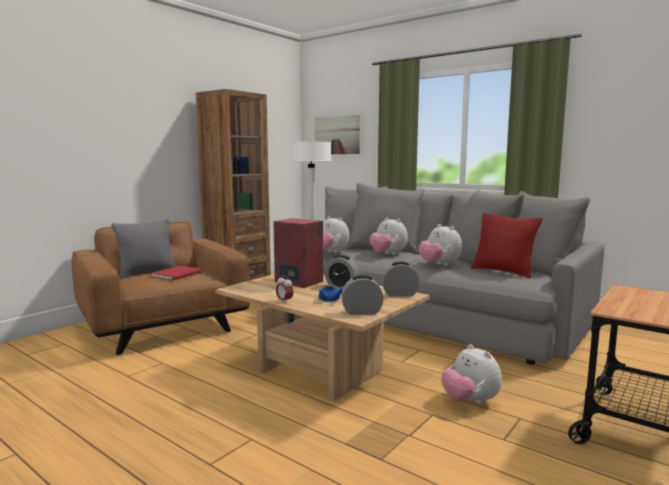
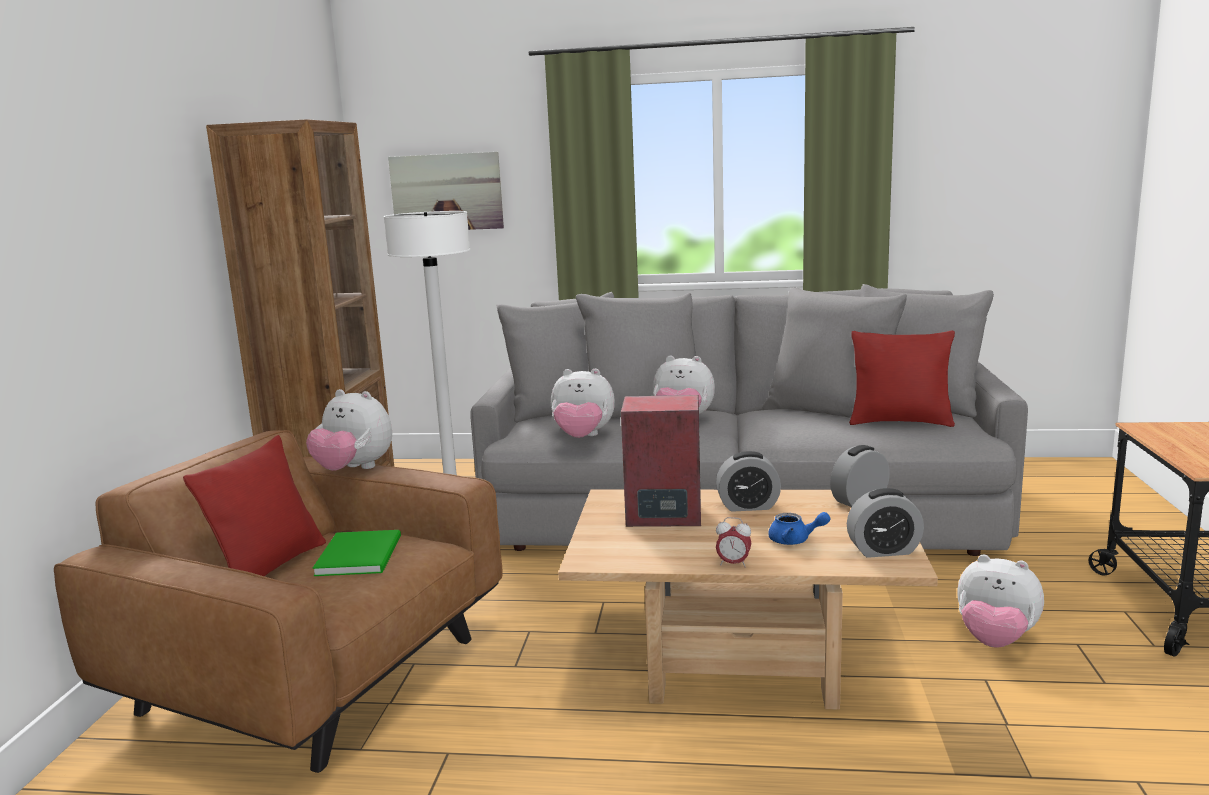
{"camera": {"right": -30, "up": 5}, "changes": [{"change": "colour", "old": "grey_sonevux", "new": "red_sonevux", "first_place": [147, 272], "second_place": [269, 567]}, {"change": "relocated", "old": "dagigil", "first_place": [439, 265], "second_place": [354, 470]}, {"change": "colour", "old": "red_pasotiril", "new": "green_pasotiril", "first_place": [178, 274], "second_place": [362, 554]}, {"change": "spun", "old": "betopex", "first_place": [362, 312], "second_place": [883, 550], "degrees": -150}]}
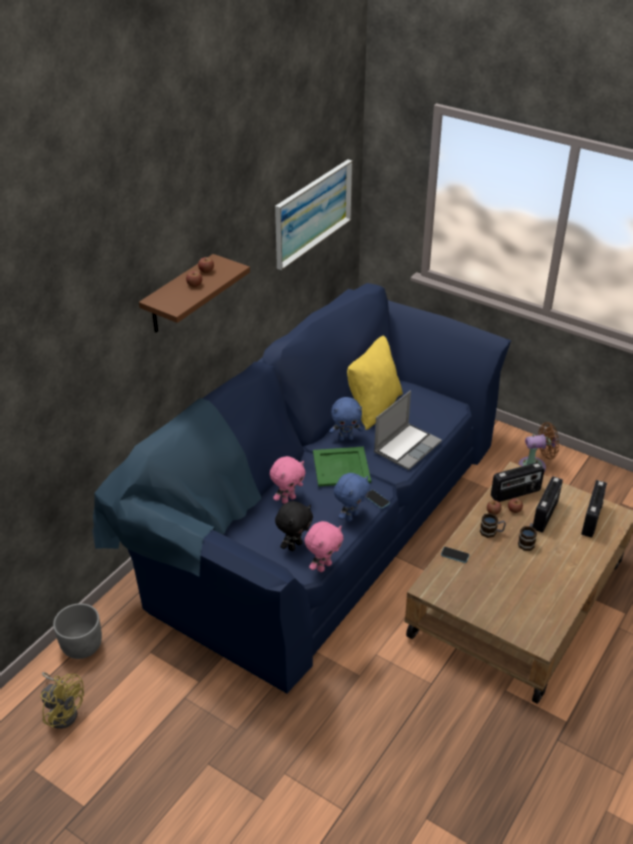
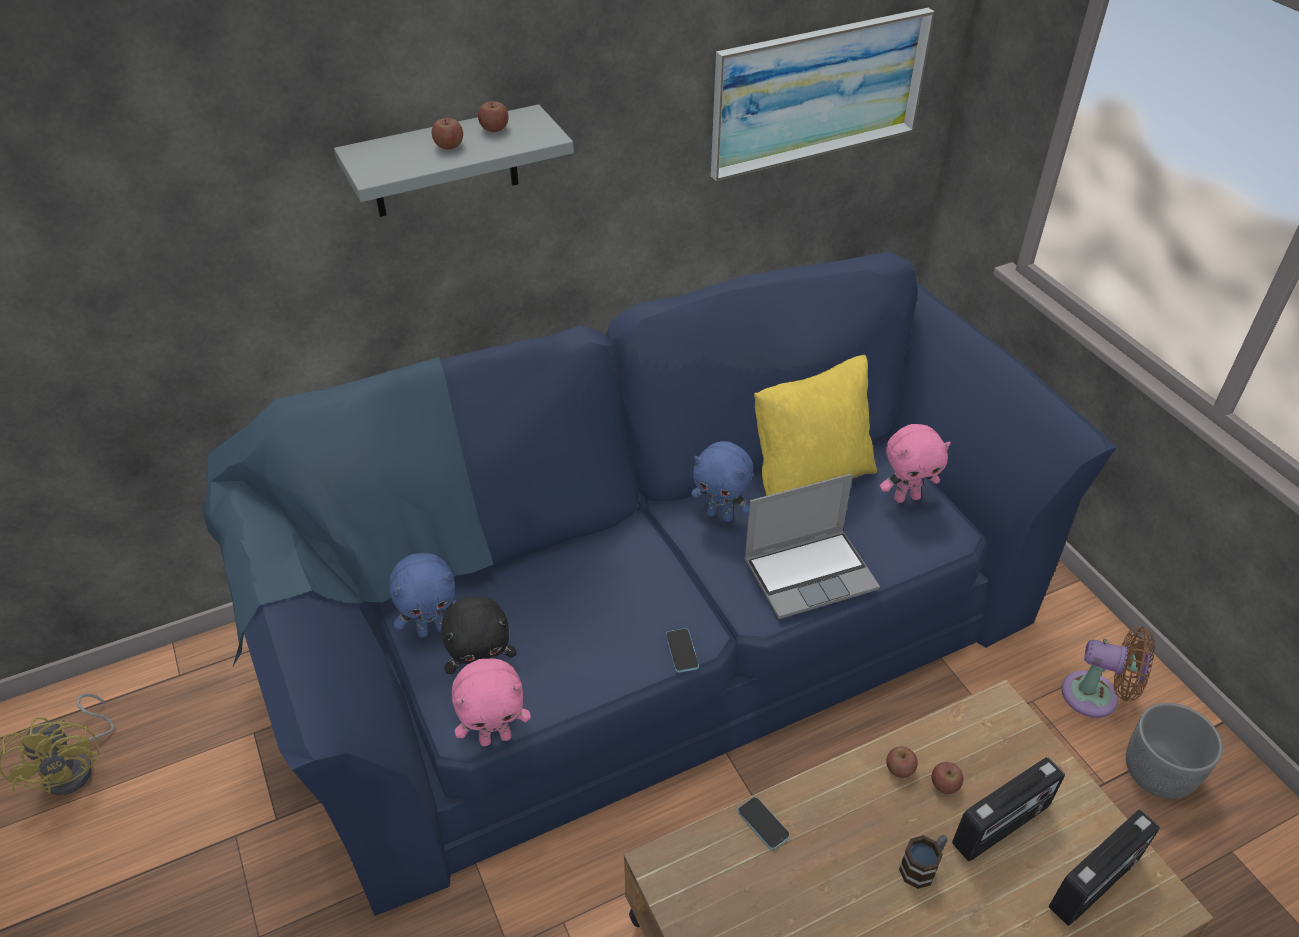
{"camera": {"right": 30, "up": 5}, "changes": [{"change": "colour", "old": "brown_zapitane", "new": "grey_zapitane", "first_place": [179, 295], "second_place": [444, 162]}, {"change": "missing", "old": "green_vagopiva", "first_place": [341, 467]}, {"change": "relocated", "old": "pink_dagigil", "first_place": [288, 499], "second_place": [906, 497]}, {"change": "missing", "old": "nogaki", "first_place": [515, 494]}, {"change": "relocated", "old": "blue_dagigil", "first_place": [351, 516], "second_place": [432, 629]}, {"change": "missing", "old": "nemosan", "first_place": [491, 532]}, {"change": "relocated", "old": "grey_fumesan", "first_place": [82, 645], "second_place": [1158, 772]}]}
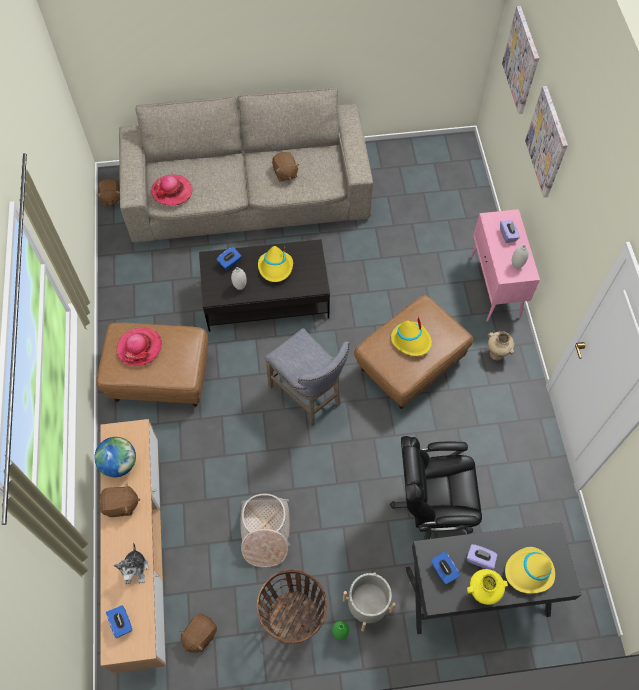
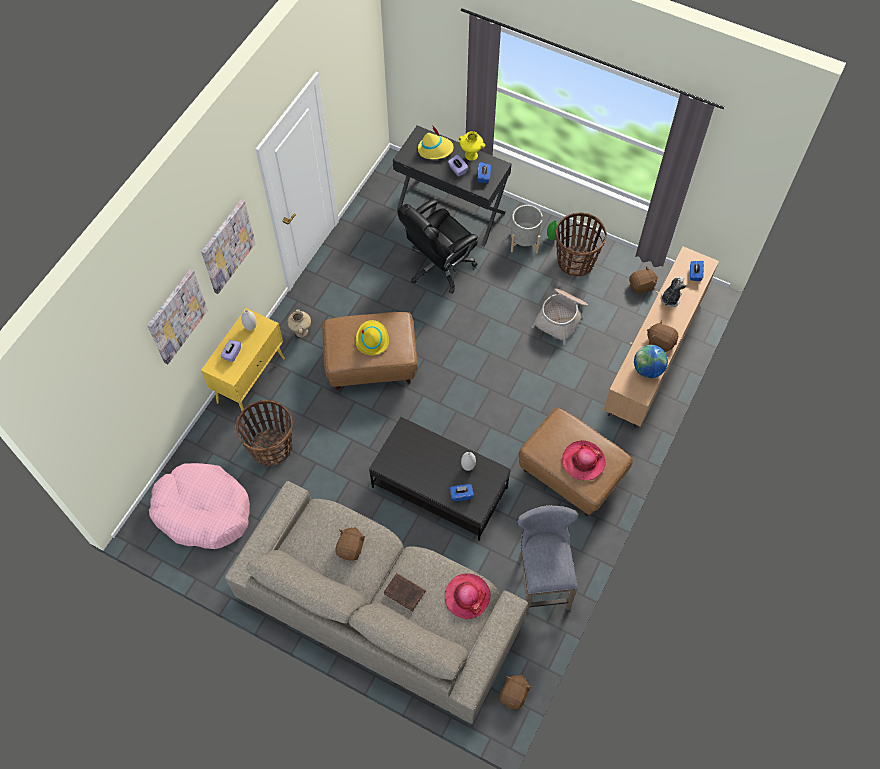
{"camera": {"right": -145, "up": 0}, "changes": [{"change": "relocated", "old": "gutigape", "first_place": [521, 60], "second_place": [227, 246]}, {"change": "colour", "old": "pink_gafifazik", "new": "yellow_gafifazik", "first_place": [495, 287], "second_place": [251, 380]}, {"change": "missing", "old": "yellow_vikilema", "first_place": [275, 268]}, {"change": "relocated", "old": "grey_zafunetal", "first_place": [308, 396], "second_place": [541, 577]}, {"change": "spun", "old": "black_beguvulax", "first_place": [432, 508], "second_place": [439, 266], "degrees": 105}, {"change": "appeared", "new": "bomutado", "second_place": [271, 447]}, {"change": "appeared", "new": "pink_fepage", "second_place": [203, 511]}, {"change": "appeared", "new": "brown_pasotiril", "second_place": [405, 593]}]}
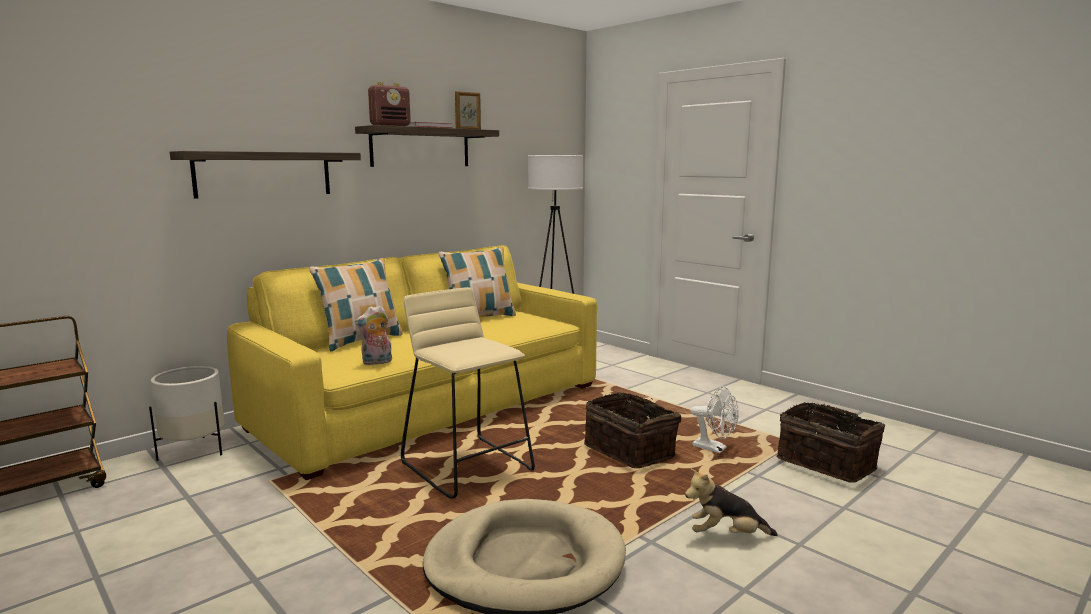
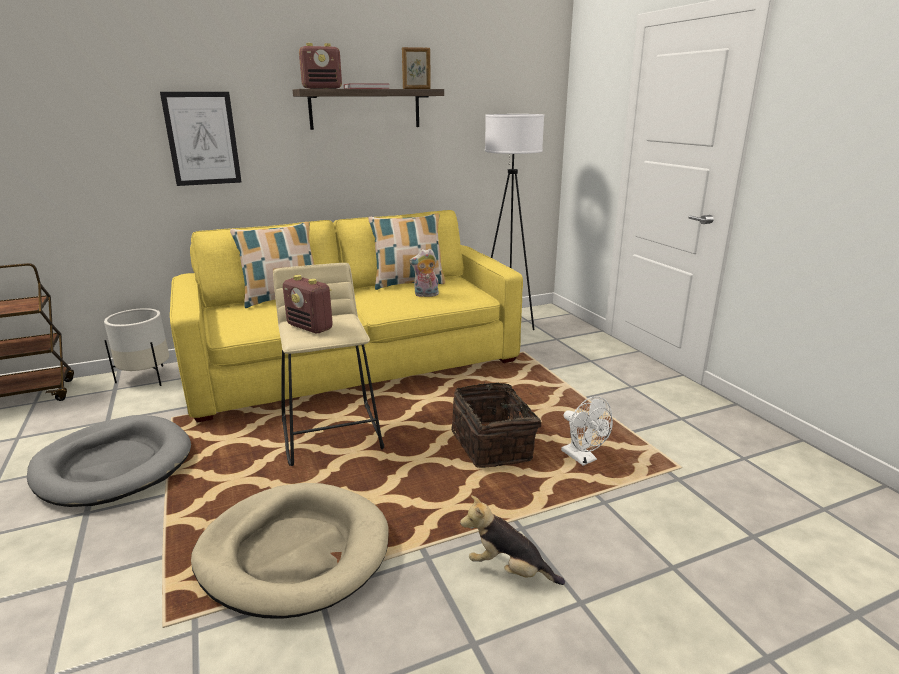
{"camera": {"right": 20, "up": 10}, "changes": [{"change": "exchanged", "old": "zapitane", "new": "gutigape", "first_place": [264, 174], "second_place": [202, 139]}, {"change": "relocated", "old": "dagigil", "first_place": [376, 362], "second_place": [426, 295]}, {"change": "missing", "old": "bomutado", "first_place": [827, 463]}, {"change": "appeared", "new": "nogaki", "second_place": [310, 327]}, {"change": "appeared", "new": "grey_fepage", "second_place": [114, 465]}]}
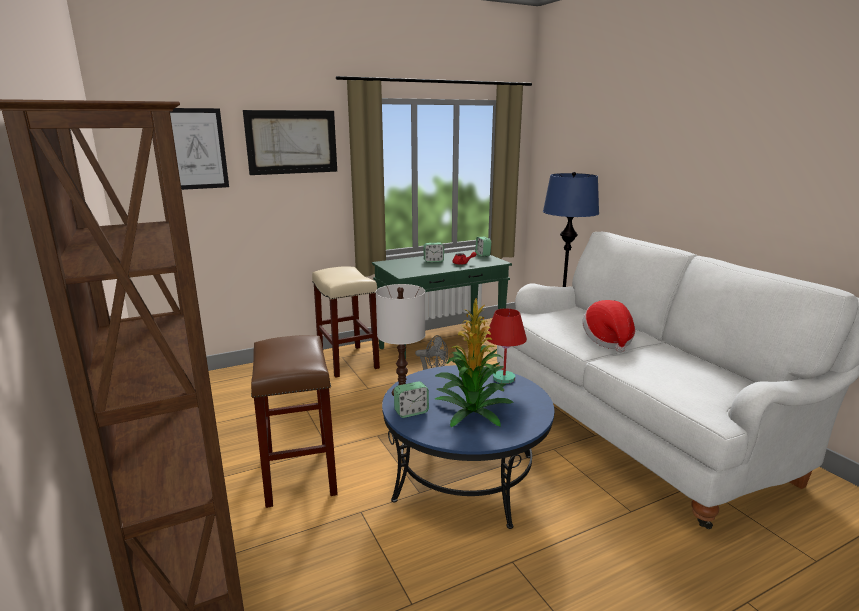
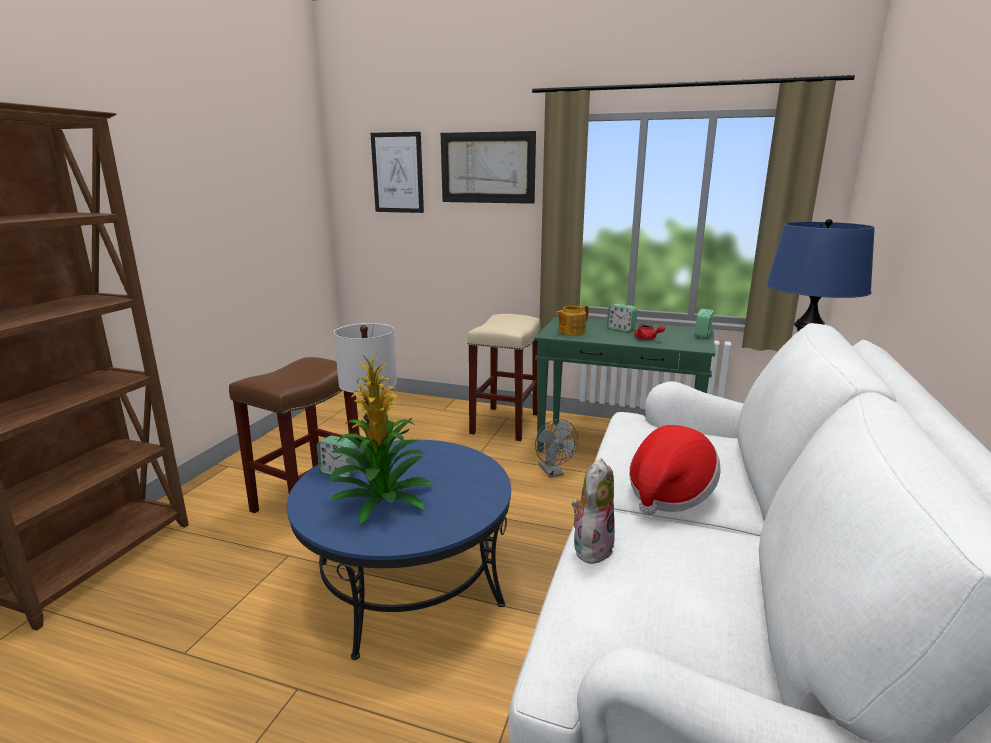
{"camera": {"right": 45, "up": 0}, "changes": [{"change": "missing", "old": "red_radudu", "first_place": [504, 379]}, {"change": "appeared", "new": "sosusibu", "second_place": [571, 331]}, {"change": "appeared", "new": "dagigil", "second_place": [591, 547]}]}
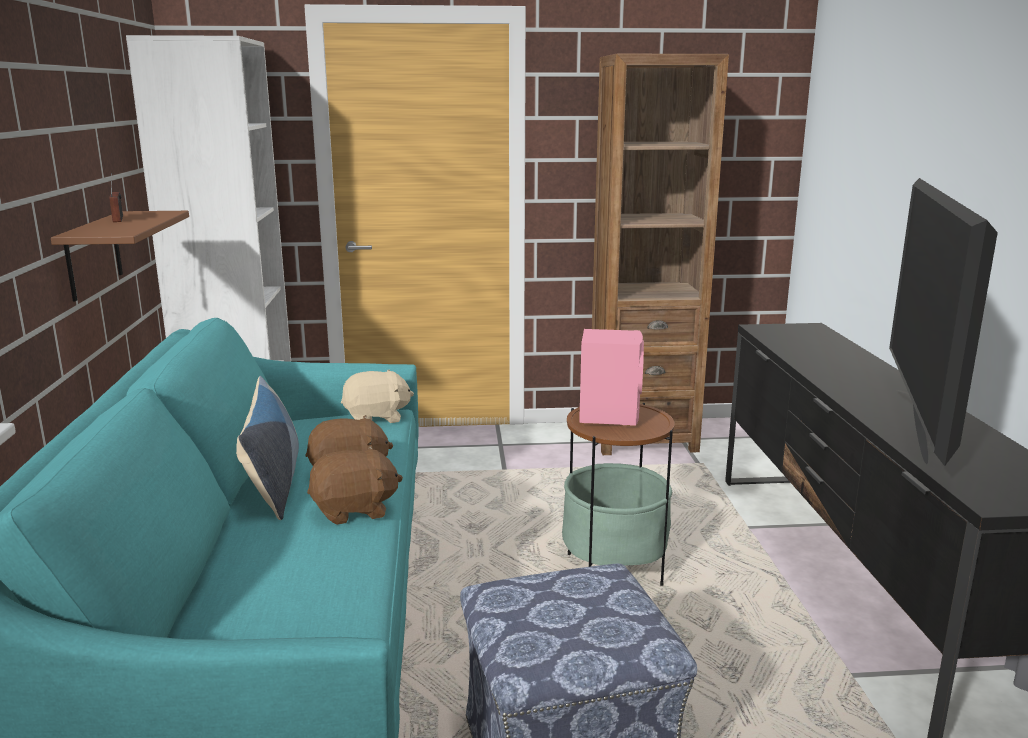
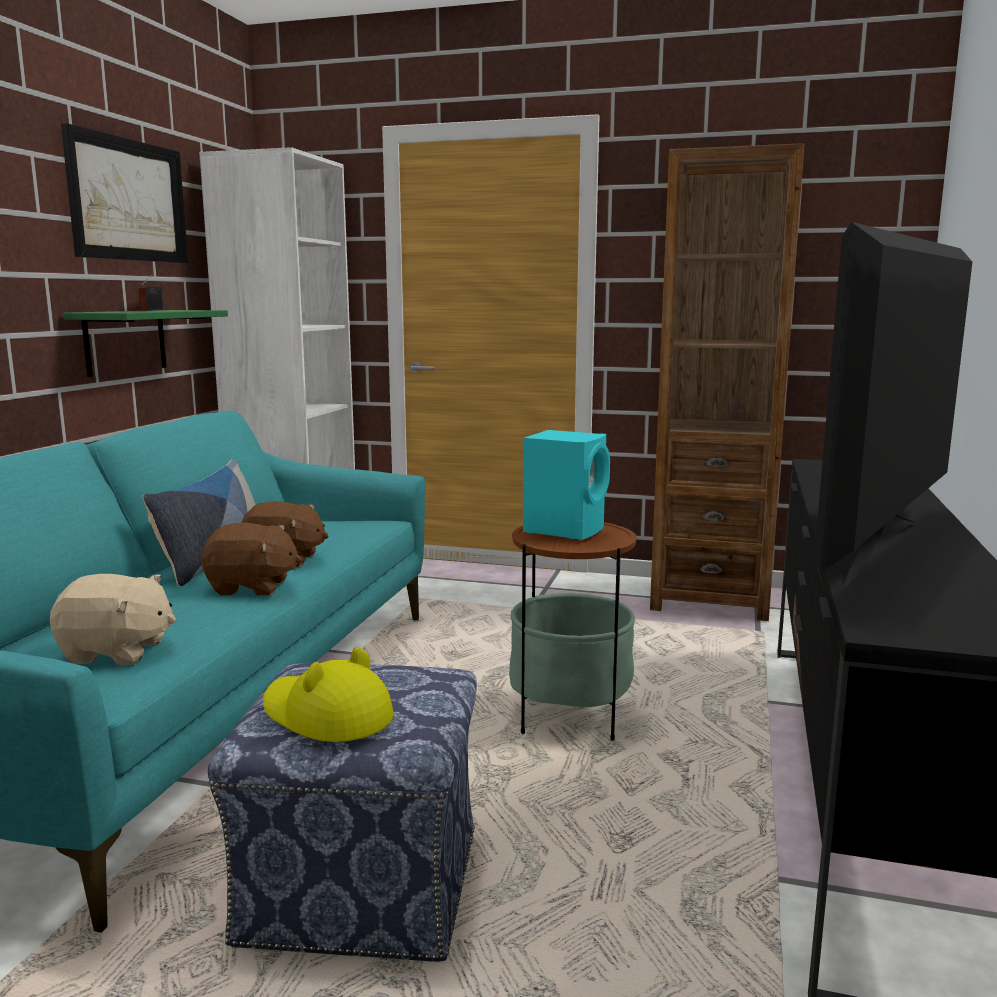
{"camera": {"right": 20, "up": -5}, "changes": [{"change": "colour", "old": "brown_zapitane", "new": "green_zapitane", "first_place": [93, 255], "second_place": [125, 341]}, {"change": "colour", "old": "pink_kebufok", "new": "turquoise_kebufok", "first_place": [609, 414], "second_place": [566, 529]}, {"change": "relocated", "old": "beige_dagigil", "first_place": [377, 418], "second_place": [117, 652]}, {"change": "appeared", "new": "gutigape", "second_place": [128, 200]}, {"change": "appeared", "new": "yellow_vikilema", "second_place": [326, 715]}]}
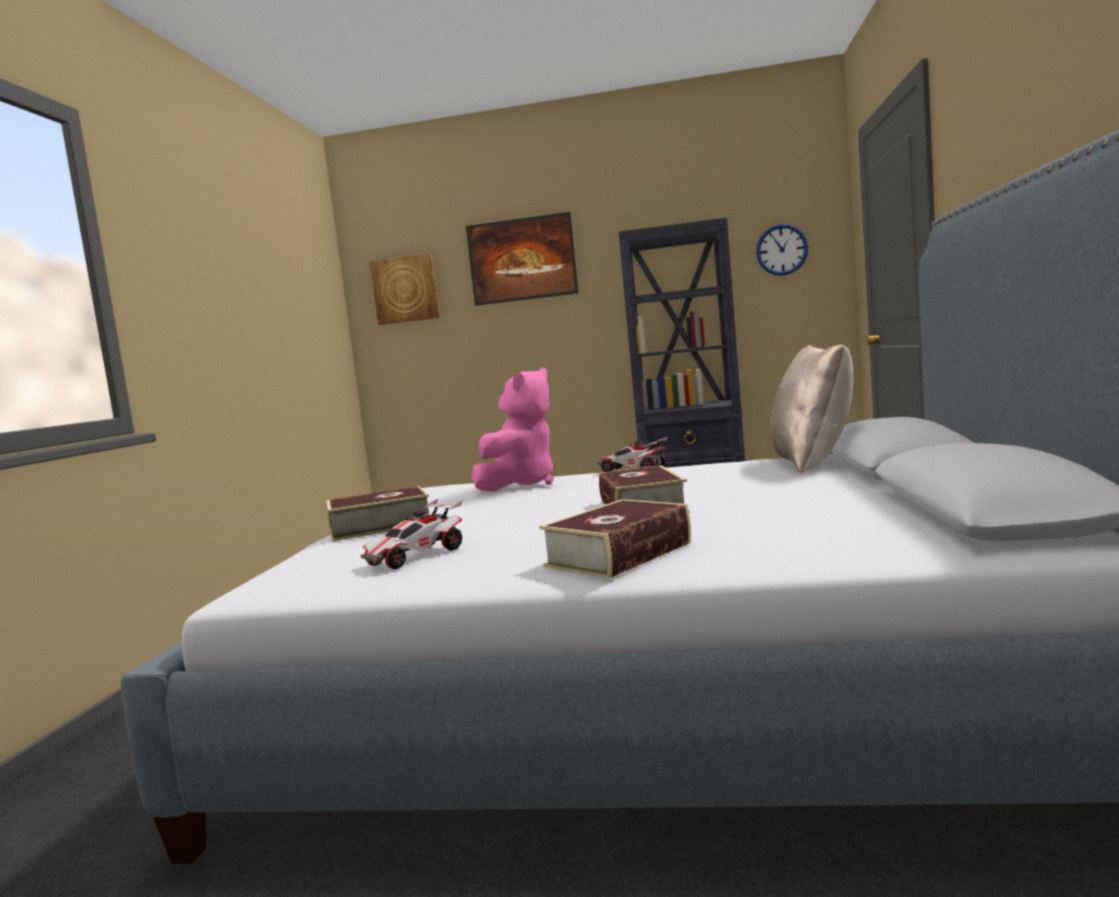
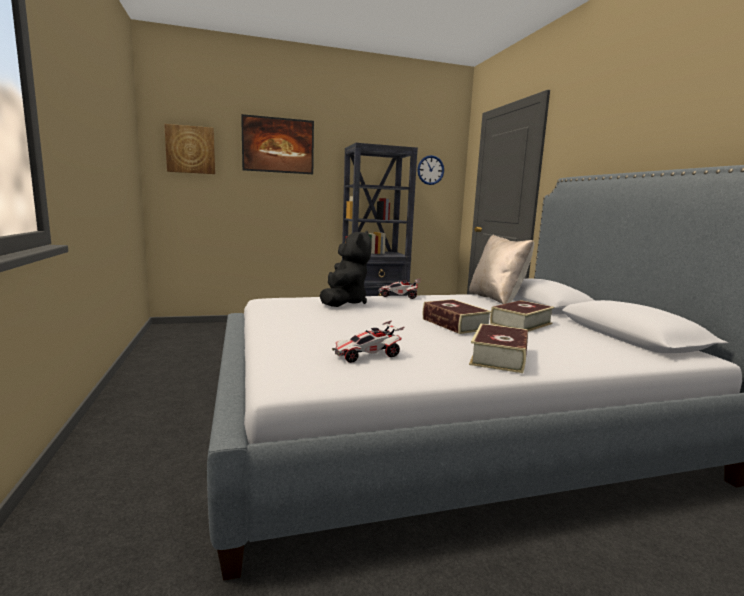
{"camera": {"right": -25, "up": 5}, "changes": [{"change": "colour", "old": "pink_dagigil", "new": "black_dagigil", "first_place": [520, 485], "second_place": [344, 302]}, {"change": "relocated", "old": "pasotiril", "first_place": [380, 526], "second_place": [521, 323]}, {"change": "spun", "old": "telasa", "first_place": [416, 557], "second_place": [367, 356], "degrees": 45}]}
